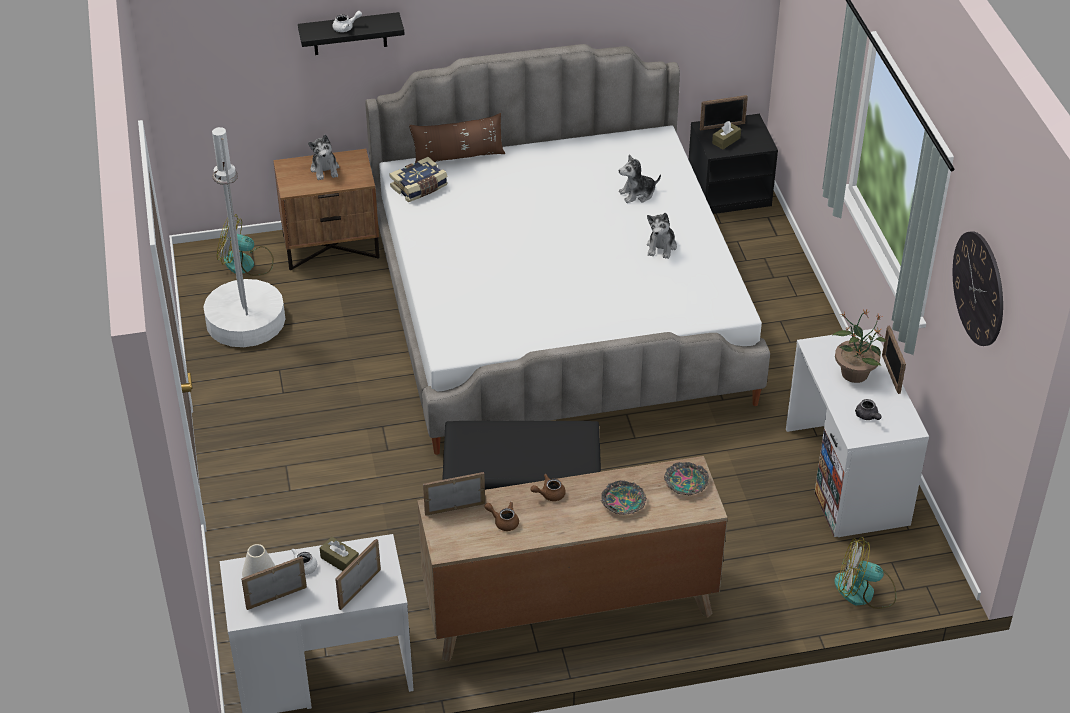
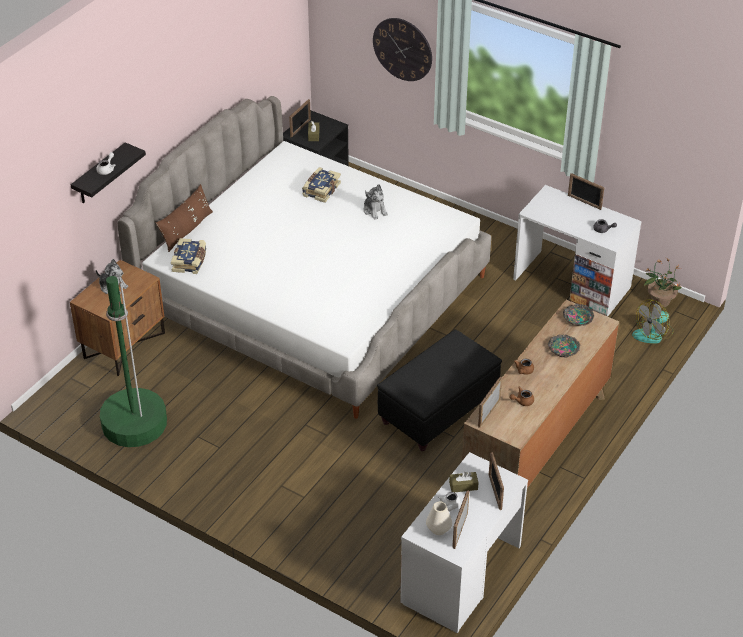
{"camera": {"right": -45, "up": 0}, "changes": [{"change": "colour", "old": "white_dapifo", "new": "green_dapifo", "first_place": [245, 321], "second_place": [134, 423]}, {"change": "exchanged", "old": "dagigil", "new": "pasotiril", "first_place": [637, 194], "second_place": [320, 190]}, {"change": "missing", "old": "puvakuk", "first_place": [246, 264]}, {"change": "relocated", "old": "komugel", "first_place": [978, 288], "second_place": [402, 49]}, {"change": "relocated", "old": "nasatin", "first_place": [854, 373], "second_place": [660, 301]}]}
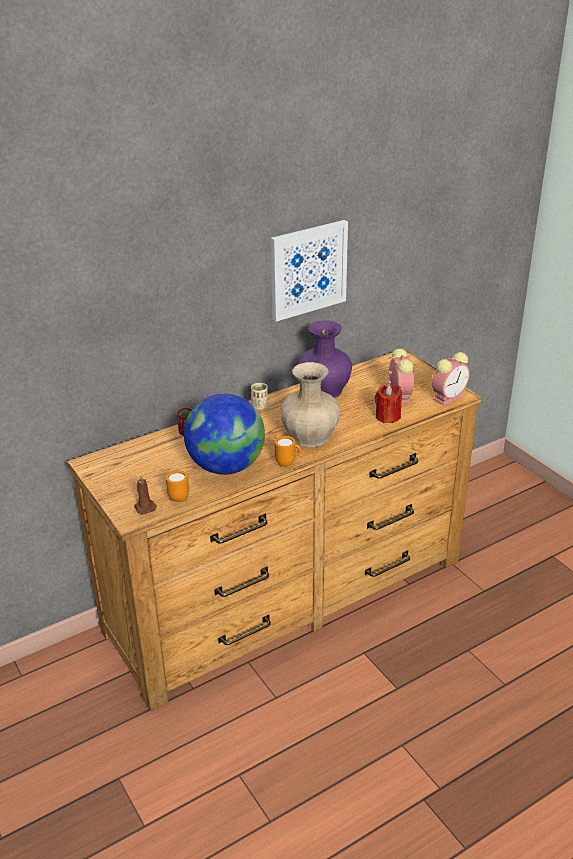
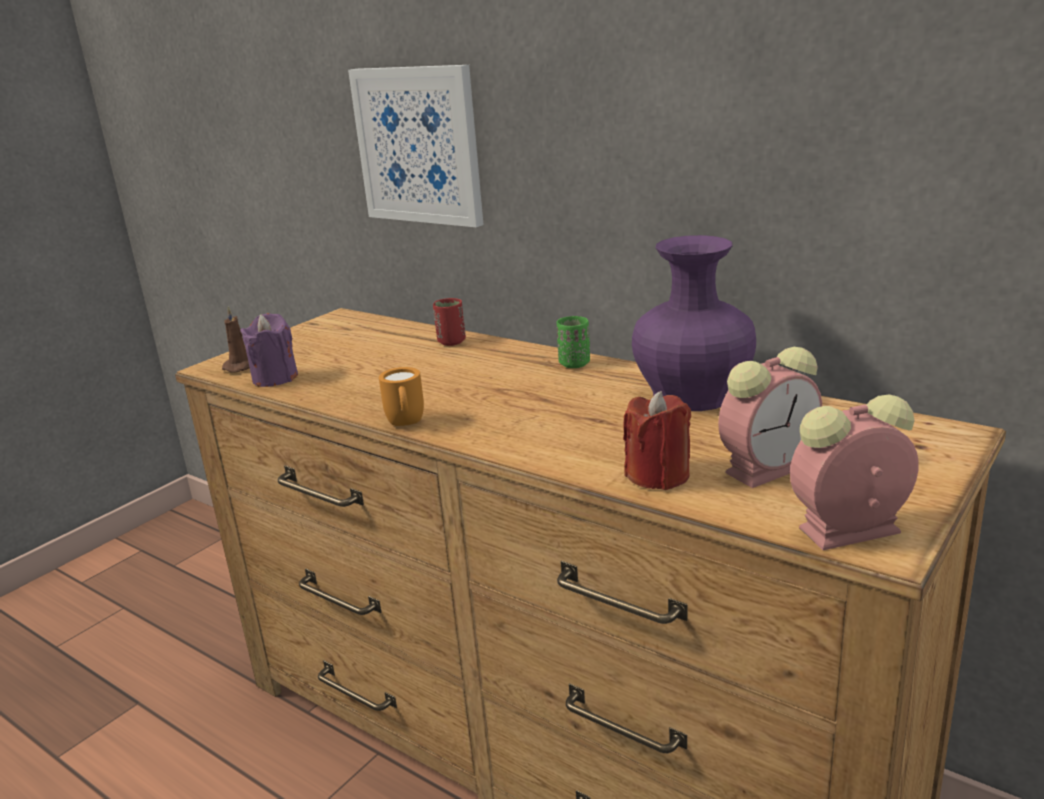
{"camera": {"right": 70, "up": -10}, "changes": [{"change": "relocated", "old": "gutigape", "first_place": [308, 269], "second_place": [419, 145]}, {"change": "spun", "old": "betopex", "first_place": [448, 397], "second_place": [846, 531], "degrees": 135}, {"change": "missing", "old": "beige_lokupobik", "first_place": [309, 436]}, {"change": "colour", "old": "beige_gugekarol", "new": "green_gugekarol", "first_place": [259, 407], "second_place": [574, 364]}, {"change": "missing", "old": "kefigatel", "first_place": [226, 466]}, {"change": "exchanged", "old": "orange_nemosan", "new": "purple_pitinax", "first_place": [179, 496], "second_place": [275, 378]}]}
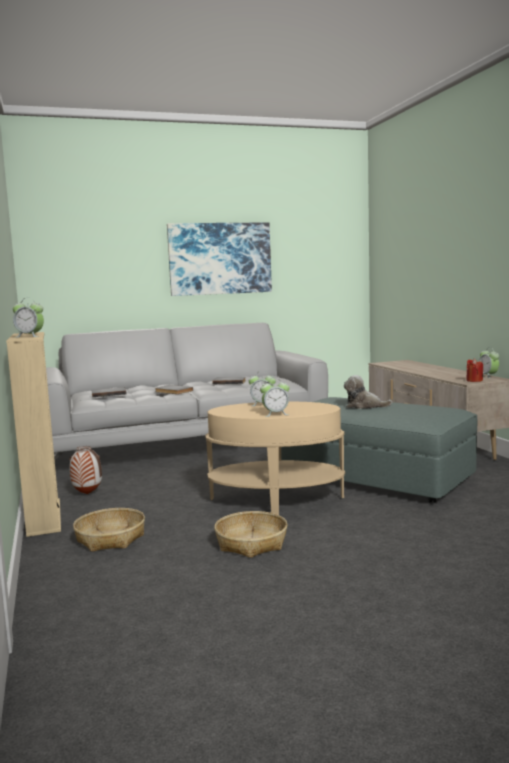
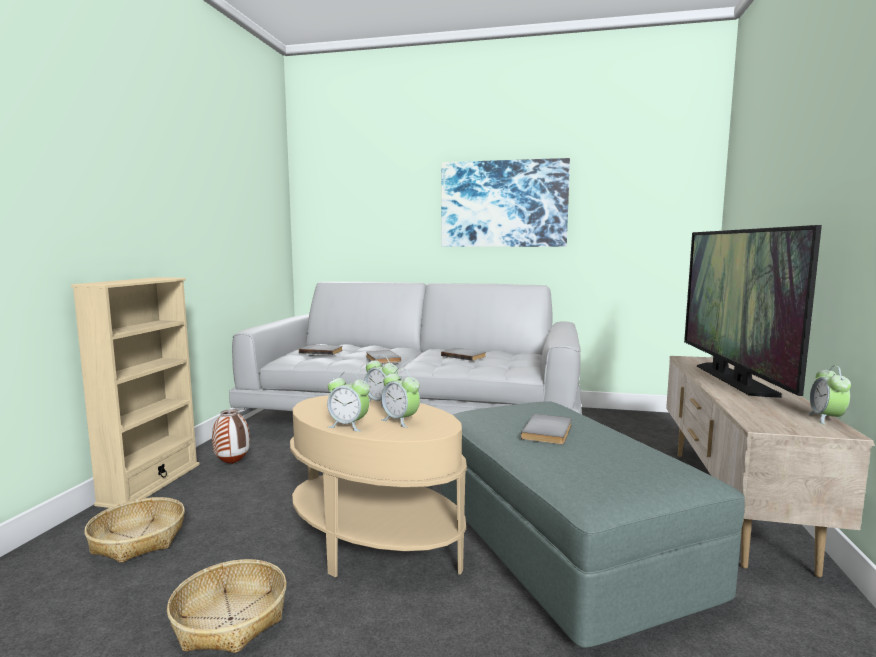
{"camera": {"right": 30, "up": 0}, "changes": [{"change": "relocated", "old": "betopex", "first_place": [30, 336], "second_place": [400, 421]}, {"change": "missing", "old": "red_pitinax", "first_place": [474, 380]}, {"change": "exchanged", "old": "dagigil", "new": "grey_pasotiril", "first_place": [364, 406], "second_place": [549, 432]}, {"change": "appeared", "new": "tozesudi", "second_place": [733, 379]}]}
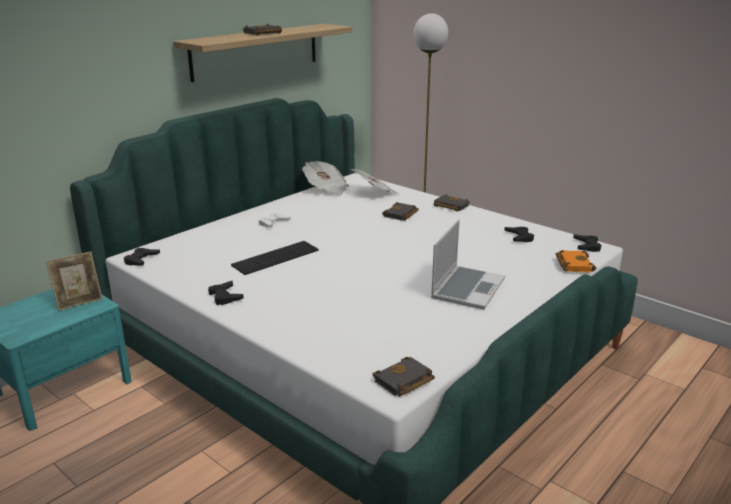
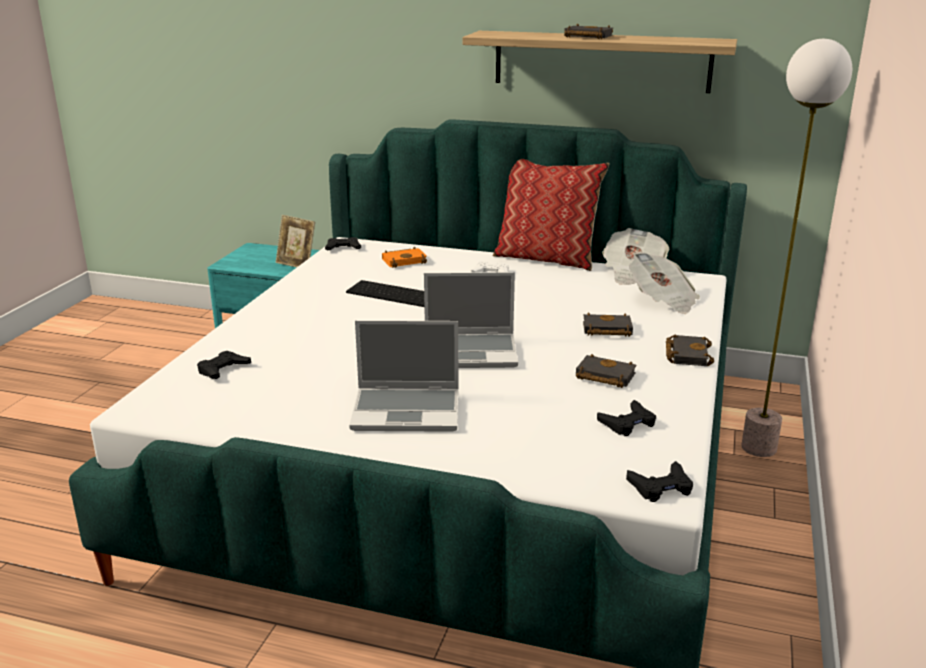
{"camera": {"right": 65, "up": 0}, "changes": [{"change": "relocated", "old": "orange_pasotiril", "first_place": [573, 264], "second_place": [404, 260]}, {"change": "relocated", "old": "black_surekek", "first_place": [225, 296], "second_place": [223, 369]}, {"change": "relocated", "old": "black_pasotiril", "first_place": [403, 382], "second_place": [603, 376]}, {"change": "appeared", "new": "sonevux", "second_place": [547, 258]}, {"change": "appeared", "new": "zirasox", "second_place": [471, 352]}]}
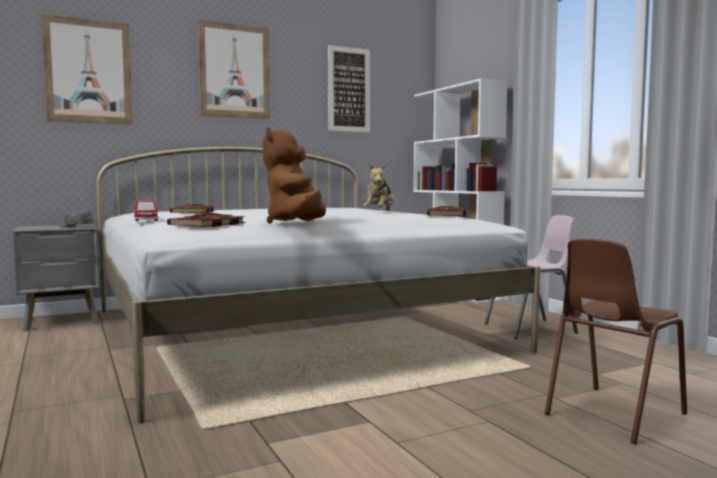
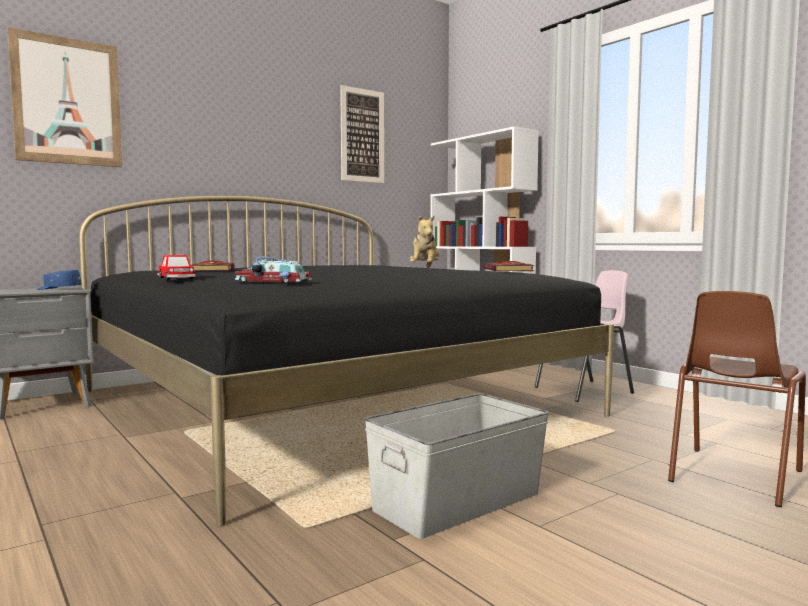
{"camera": {"right": -10, "up": 0}, "changes": [{"change": "missing", "old": "gutigape", "first_place": [234, 71]}, {"change": "missing", "old": "brown_dagigil", "first_place": [296, 223]}, {"change": "colour", "old": "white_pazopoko", "new": "black_pazopoko", "first_place": [289, 329], "second_place": [329, 402]}, {"change": "colour", "old": "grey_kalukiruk", "new": "blue_kalukiruk", "first_place": [75, 226], "second_place": [59, 289]}, {"change": "exchanged", "old": "pasotiril", "new": "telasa", "first_place": [207, 224], "second_place": [273, 282]}, {"change": "appeared", "new": "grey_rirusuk", "second_place": [456, 501]}]}
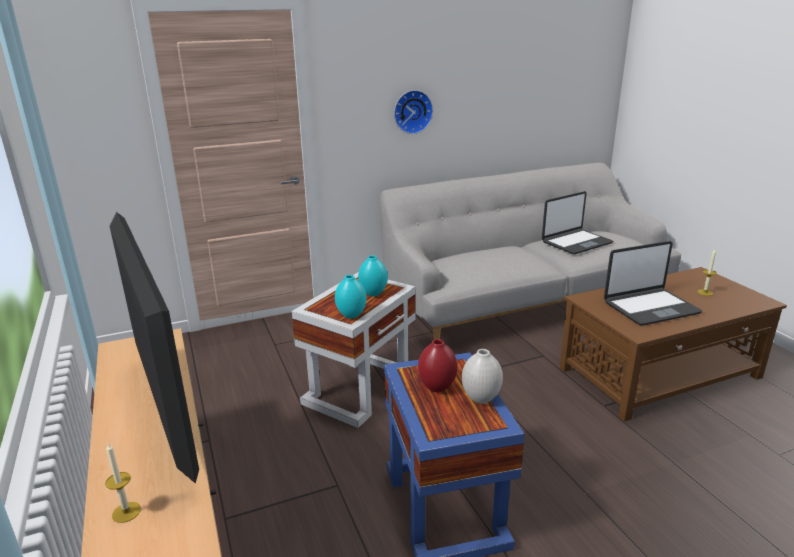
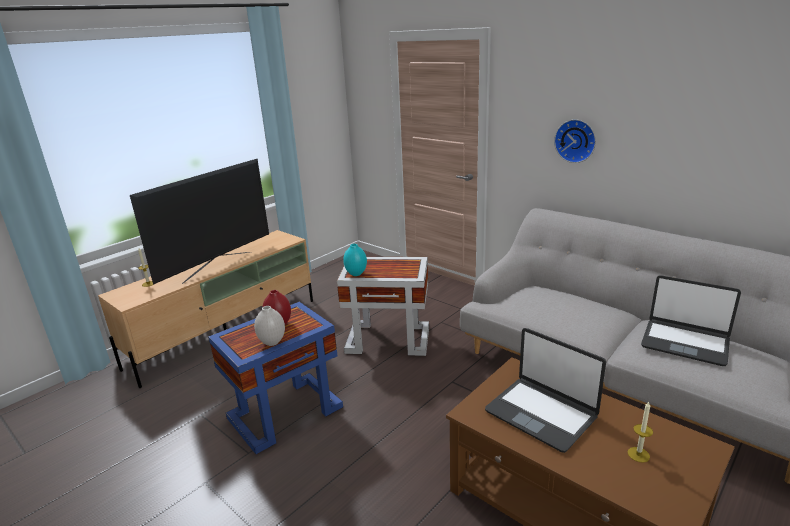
{"camera": {"right": 65, "up": 0}, "changes": [{"change": "missing", "old": "turquoise_lokupobik", "first_place": [373, 293]}]}
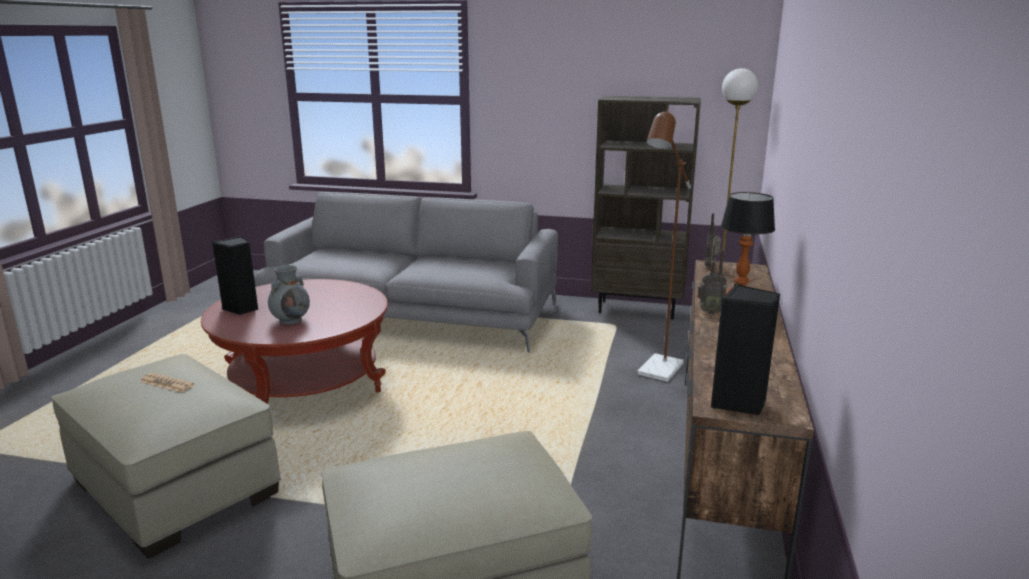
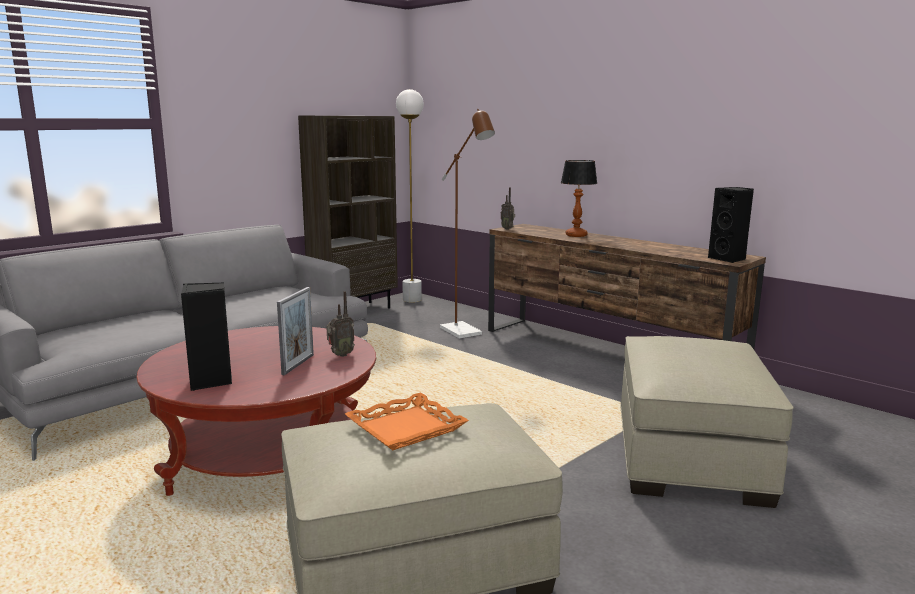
{"camera": {"right": -60, "up": -5}, "changes": [{"change": "relocated", "old": "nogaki", "first_place": [710, 312], "second_place": [340, 355]}, {"change": "exchanged", "old": "grey_lokupobik", "new": "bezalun", "first_place": [291, 320], "second_place": [298, 364]}, {"change": "exchanged", "old": "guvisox", "new": "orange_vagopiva", "first_place": [166, 383], "second_place": [406, 428]}]}
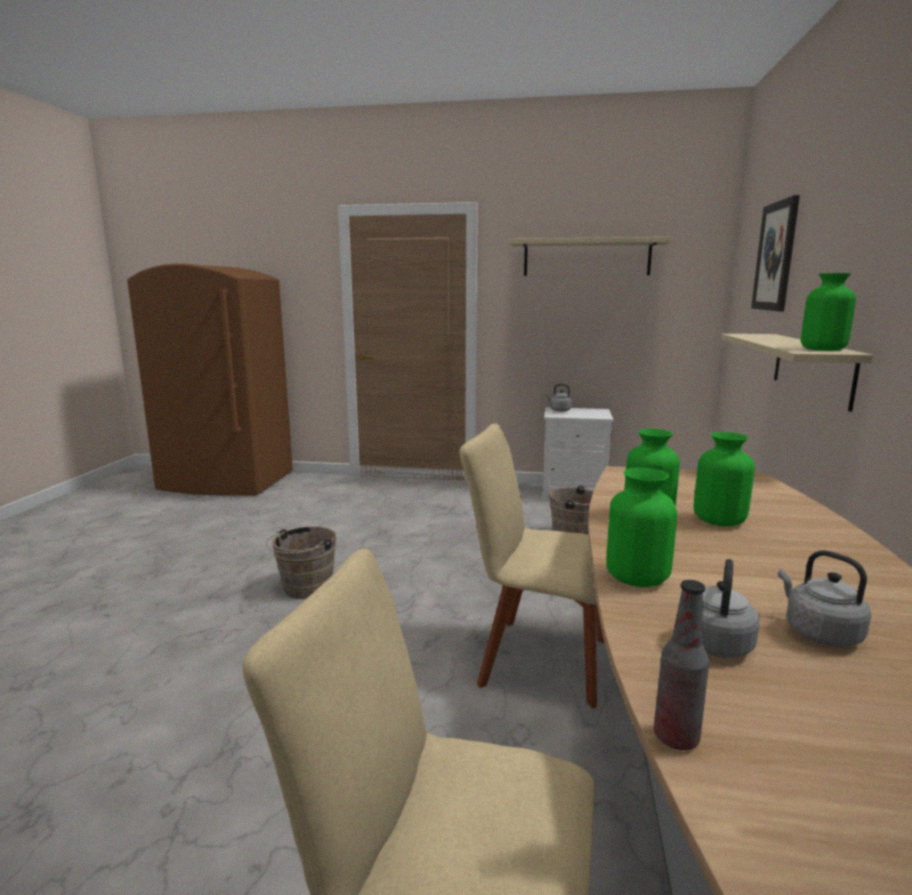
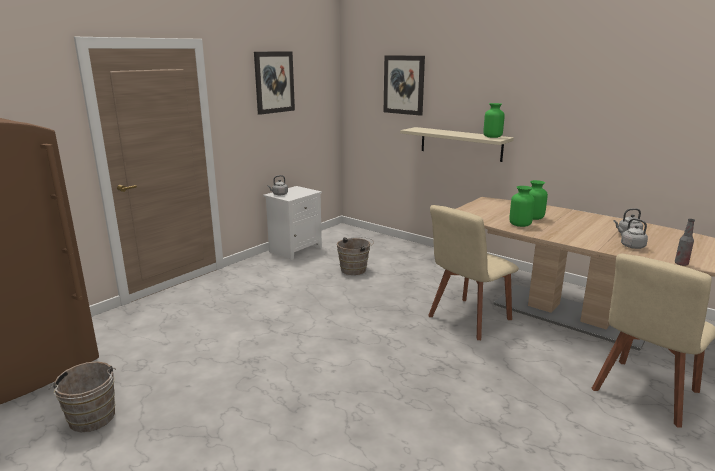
{"camera": {"right": -60, "up": 5}, "changes": [{"change": "exchanged", "old": "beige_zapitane", "new": "gutigape", "first_place": [586, 258], "second_place": [274, 82]}, {"change": "missing", "old": "green_lokupobik", "first_place": [637, 577]}, {"change": "relocated", "old": "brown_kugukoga", "first_place": [304, 589], "second_place": [92, 420]}]}
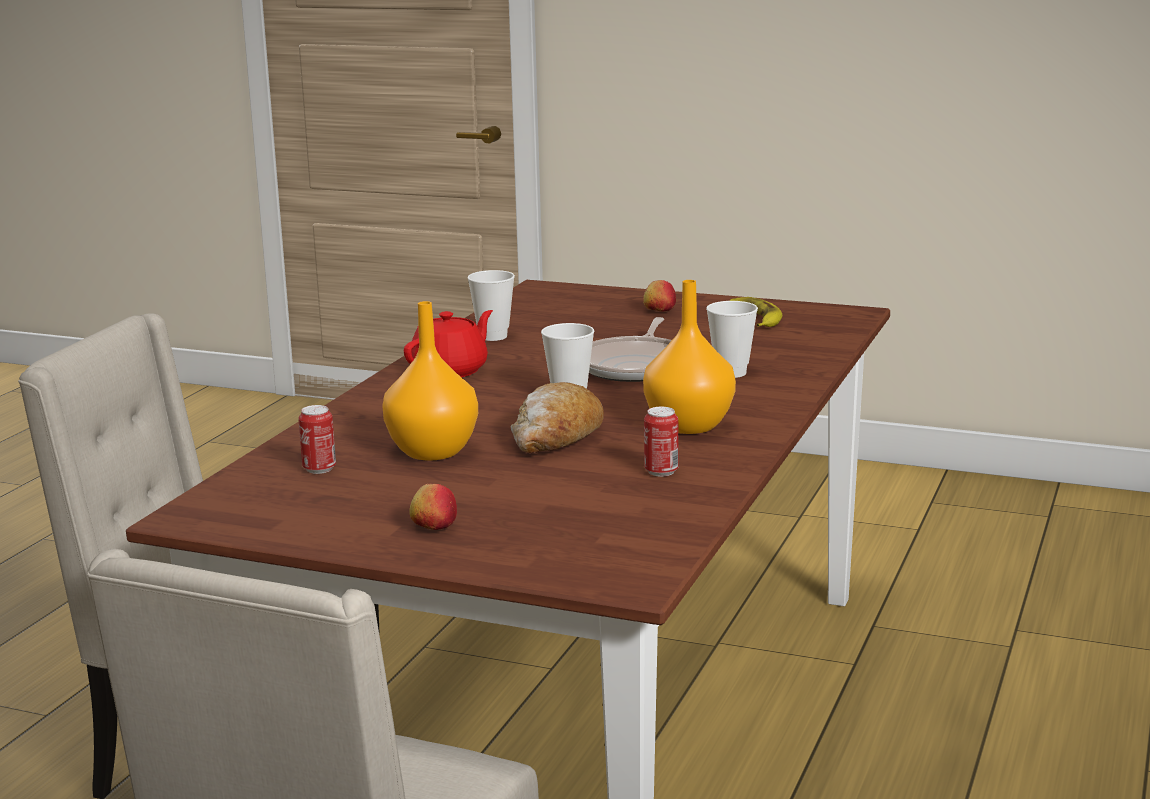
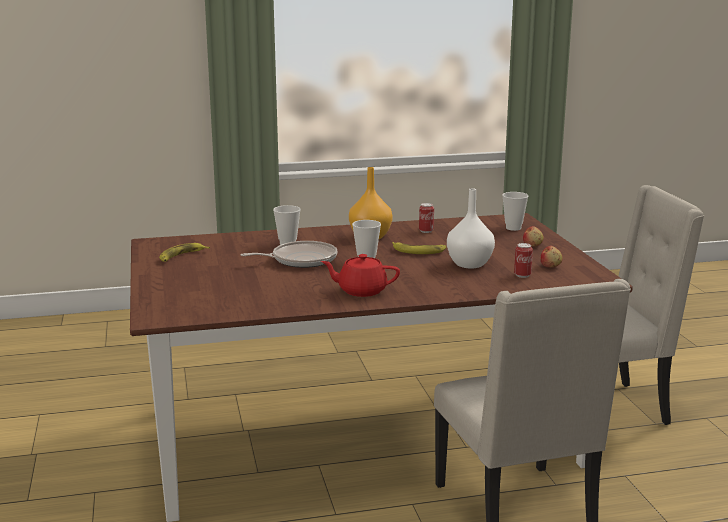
{"camera": {"right": -125, "up": 0}, "changes": [{"change": "relocated", "old": "gugekarol", "first_place": [493, 336], "second_place": [513, 228]}, {"change": "relocated", "old": "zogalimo", "first_place": [659, 311], "second_place": [550, 266]}, {"change": "colour", "old": "orange_lokupobik", "new": "white_lokupobik", "first_place": [434, 451], "second_place": [468, 264]}, {"change": "exchanged", "old": "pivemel", "new": "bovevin", "first_place": [556, 437], "second_place": [419, 251]}]}
